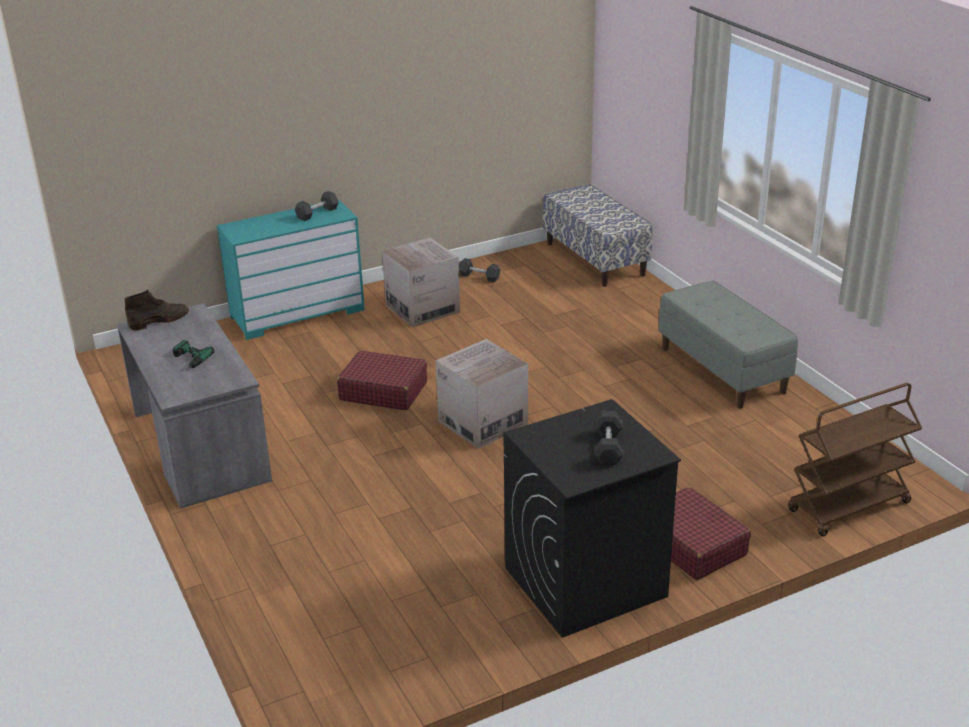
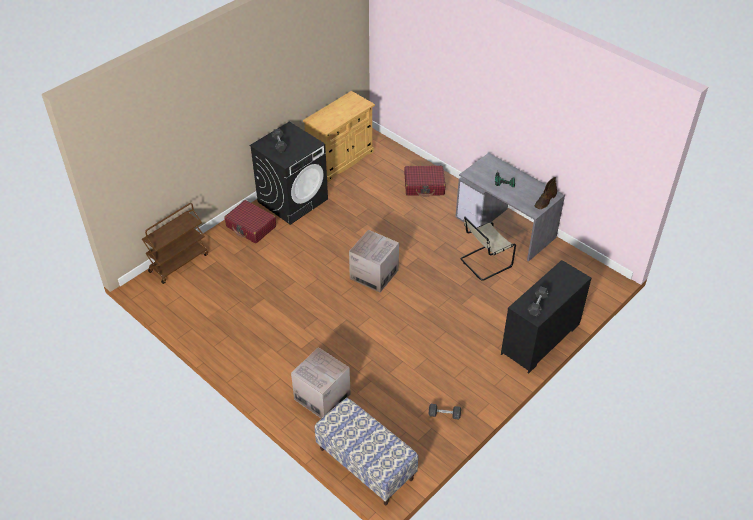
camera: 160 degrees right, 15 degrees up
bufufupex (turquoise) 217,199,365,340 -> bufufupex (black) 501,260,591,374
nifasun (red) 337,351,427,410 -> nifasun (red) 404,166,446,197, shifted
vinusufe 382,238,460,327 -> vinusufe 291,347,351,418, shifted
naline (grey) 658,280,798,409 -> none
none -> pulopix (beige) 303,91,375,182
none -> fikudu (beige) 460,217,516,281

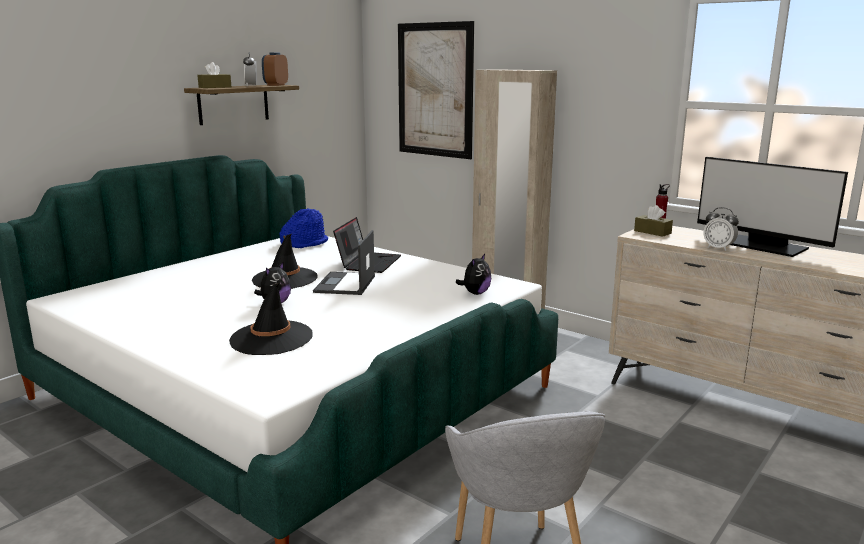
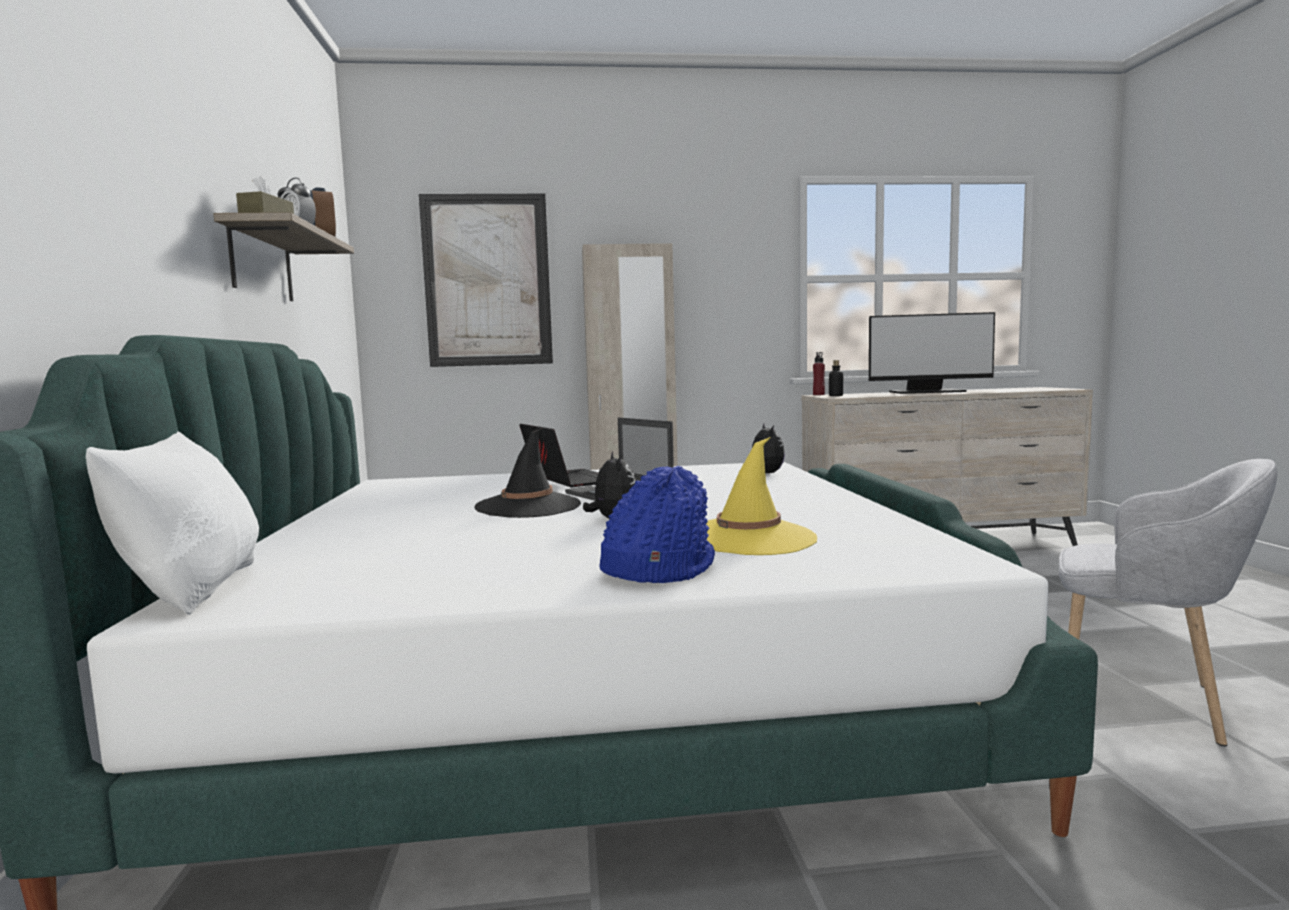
camera: 45 degrees left, 10 degrees down
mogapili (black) 229,283,313,355 -> mogapili (yellow) 706,437,817,555
mogapili (blue) 279,208,328,248 -> mogapili (blue) 599,466,715,583, shifted
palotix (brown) 634,205,673,237 -> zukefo 829,360,843,396
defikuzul 703,207,739,251 -> none
none -> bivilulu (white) 86,431,259,615

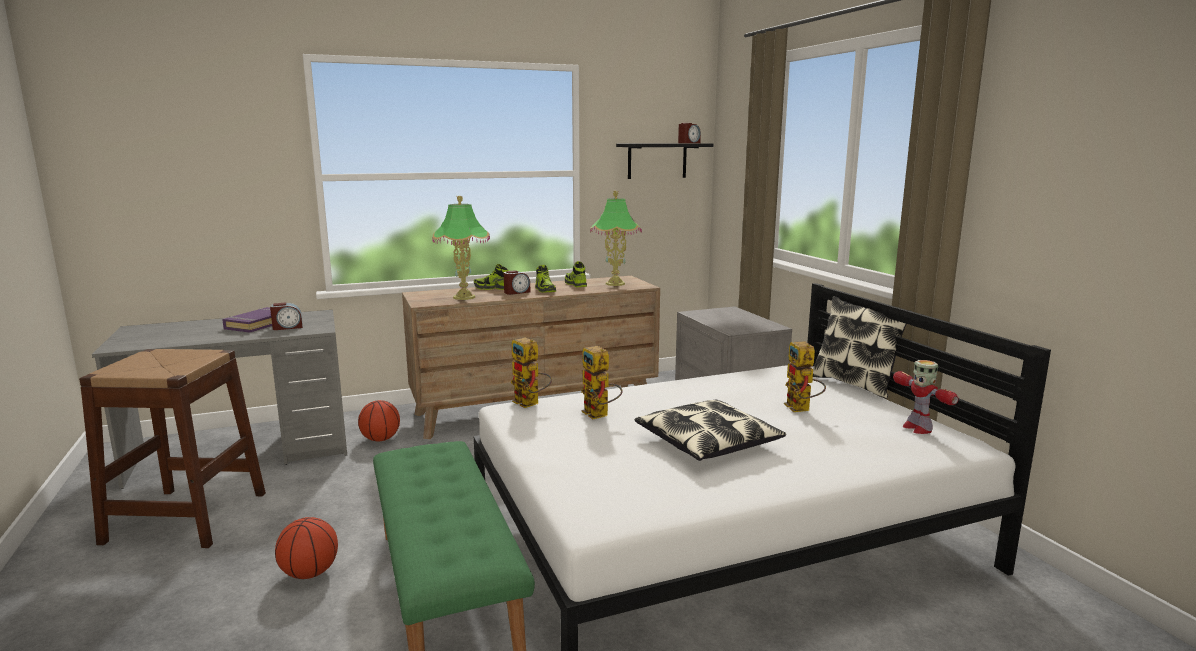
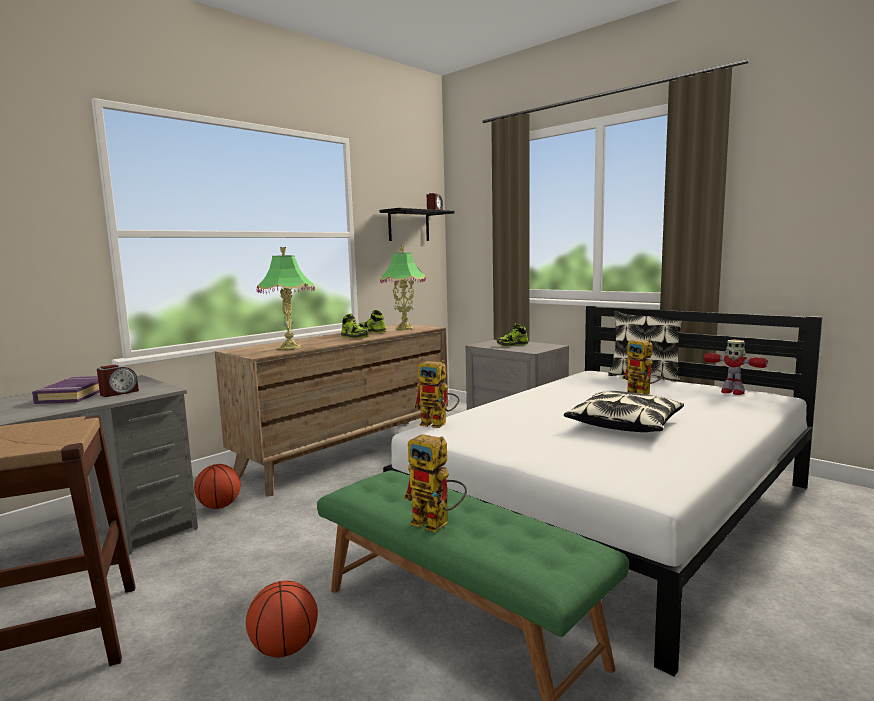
camera: 25 degrees left, 5 degrees down
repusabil 474,264,509,290 -> repusabil 496,323,528,346, shifted
defikuzul 504,270,530,295 -> none
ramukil 581,346,623,419 -> ramukil 403,434,467,532, shifted

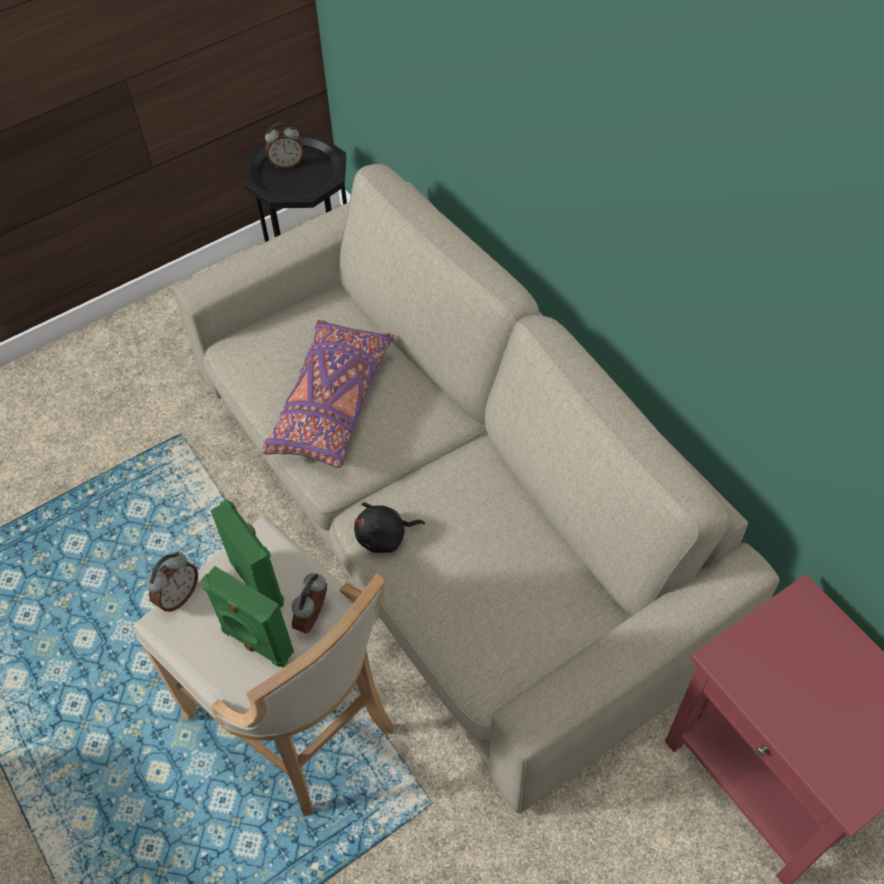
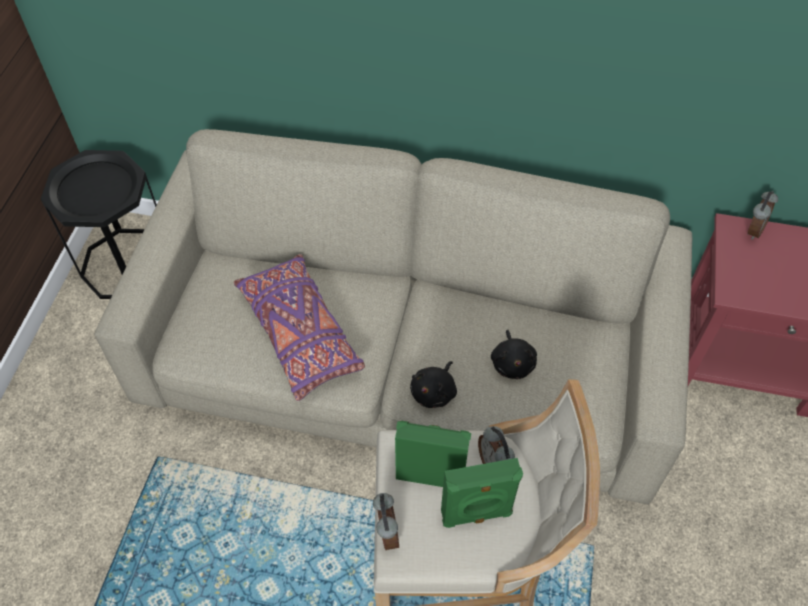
camera: 45 degrees left, 0 degrees up
defikuzul 265,123,304,169 -> defikuzul 747,191,778,240, shifted
none -> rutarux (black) 491,330,537,379

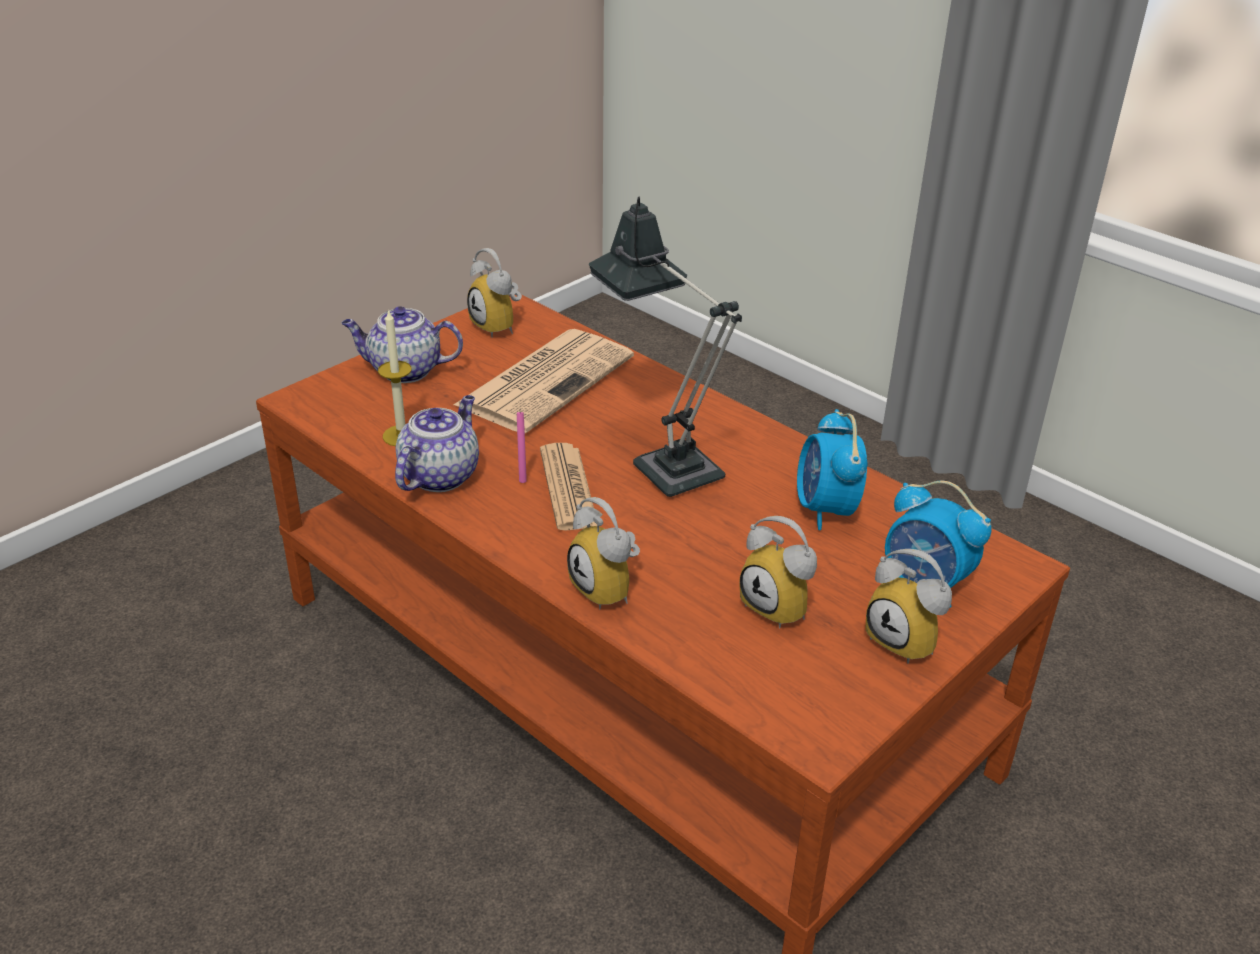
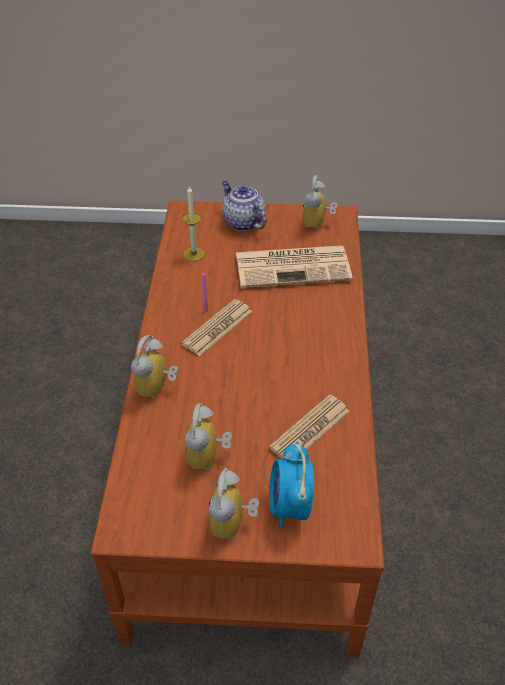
camera: 50 degrees right, 10 degrees up
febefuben 395,395,479,492 -> none
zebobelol 589,196,742,497 -> none
defikuzul 797,409,868,530 -> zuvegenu 269,394,349,459

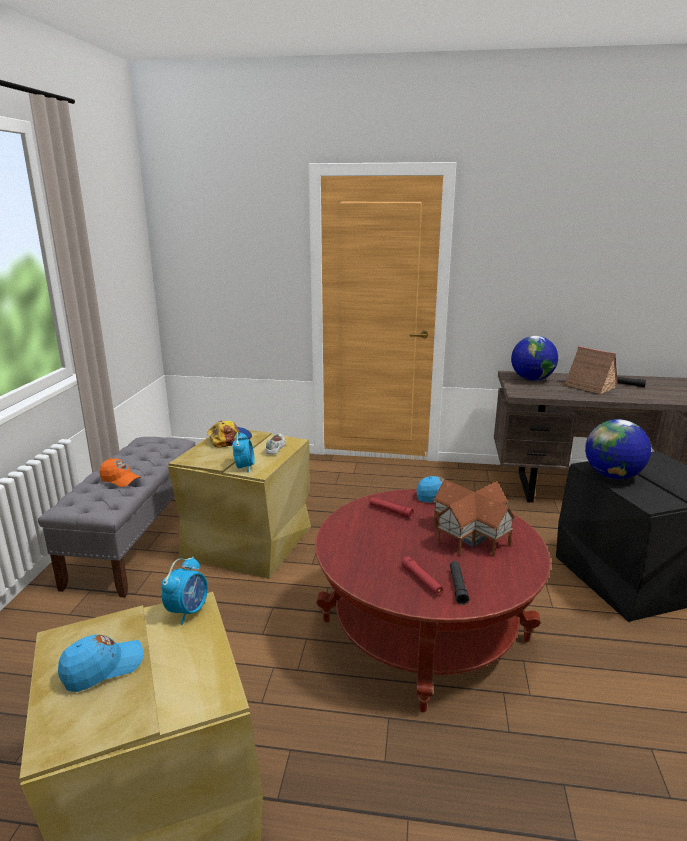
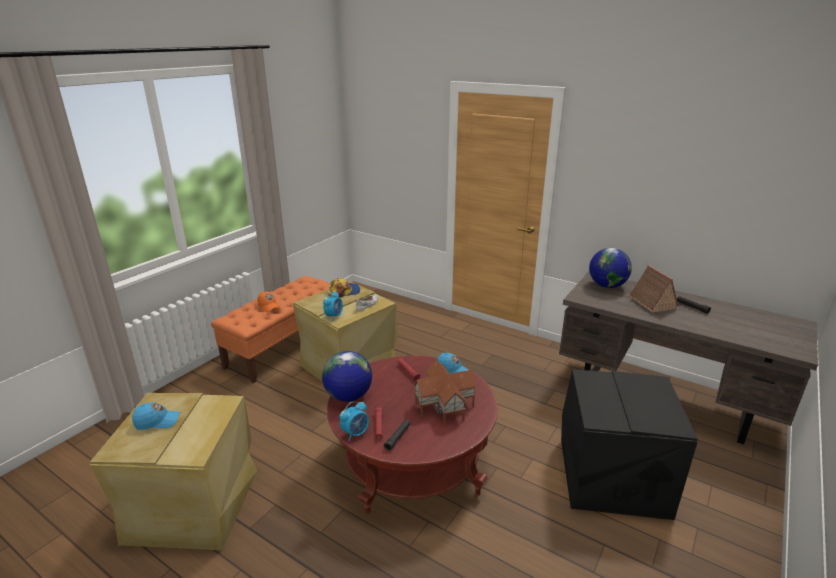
camera: 25 degrees right, 5 degrees up
naline (grey) 38,437,195,598 -> naline (orange) 211,276,329,383
defikuzul 161,557,208,625 -> defikuzul 339,402,369,441, shifted
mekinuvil 585,419,651,479 -> mekinuvil 322,351,372,402, shifted

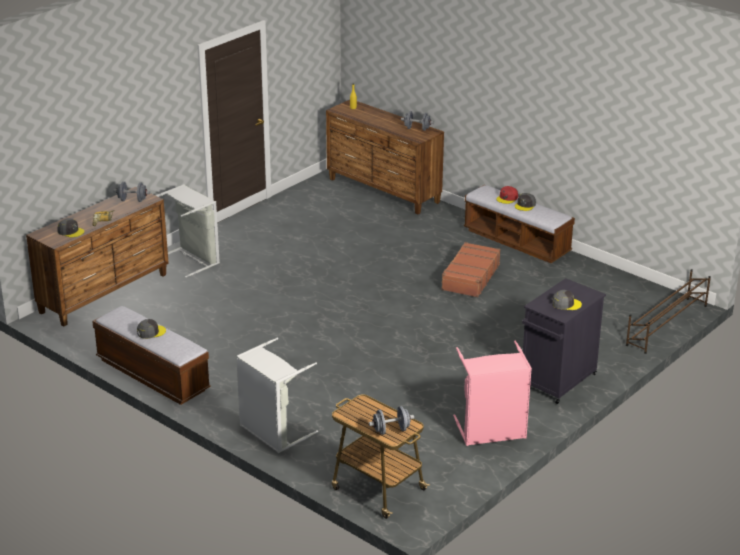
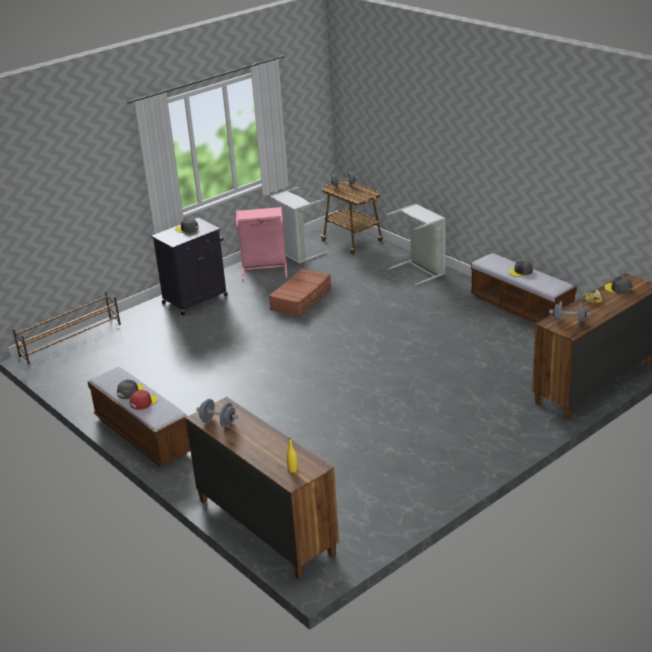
camera: 170 degrees left, 0 degrees up
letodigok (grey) 156,184,220,278 -> letodigok (grey) 270,186,328,264, shifted
nifasun (brown) 441,242,501,297 -> nifasun (brown) 269,268,332,317, shifted

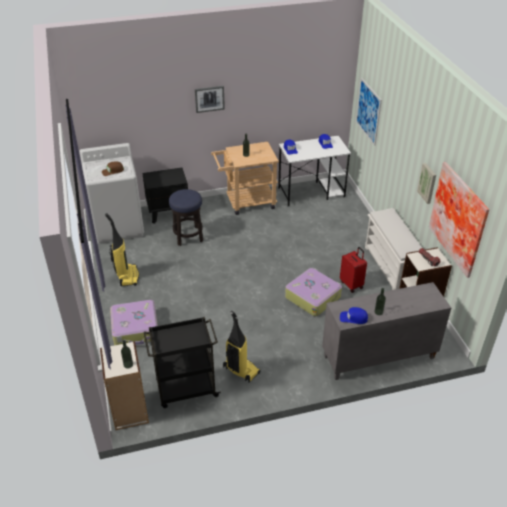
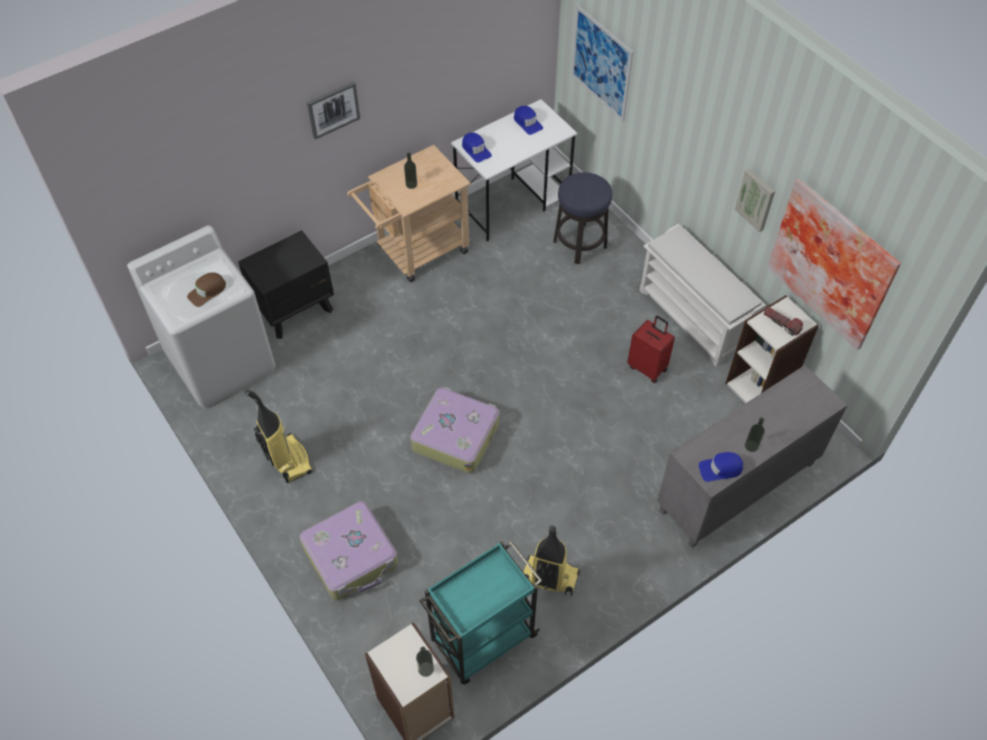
camera: 20 degrees left, 15 degrees up
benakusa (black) 144,317,221,408 -> benakusa (turquoise) 419,541,543,684
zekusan 169,189,203,246 -> zekusan 553,172,612,264, shifted
nifasun 285,268,342,316 -> nifasun 410,387,500,473, shifted

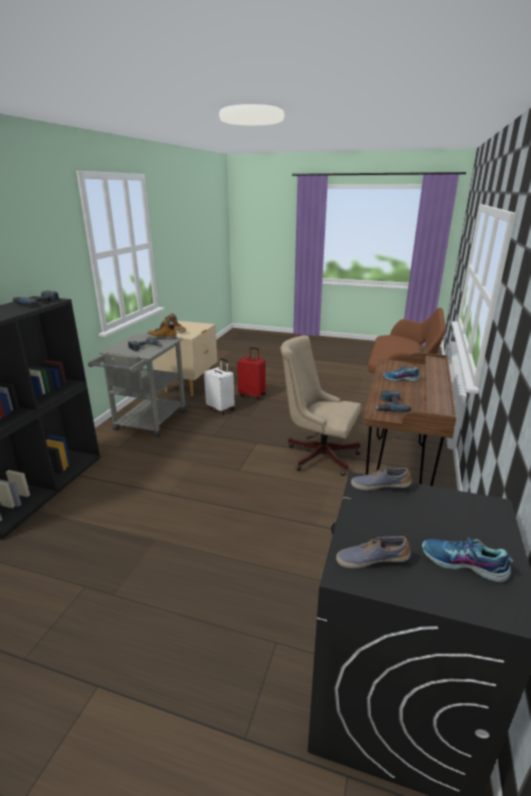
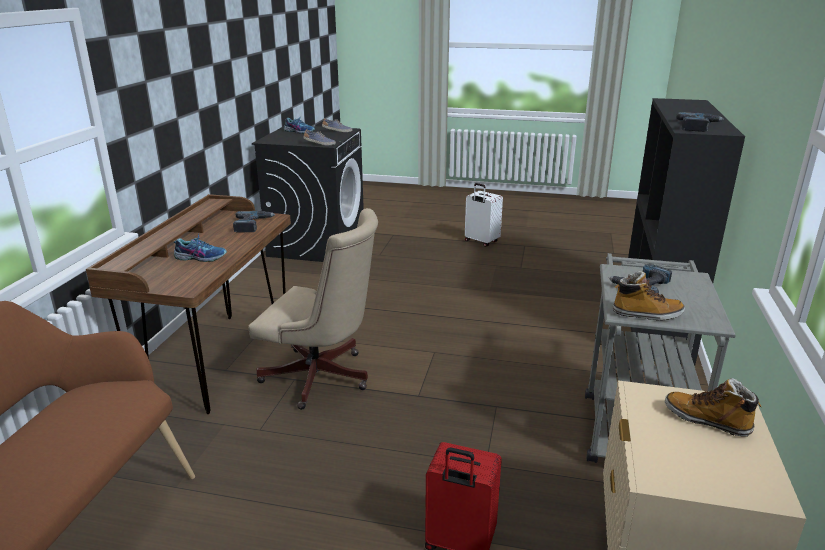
camera: 175 degrees right, 0 degrees up
nifasun (white) 204,358,235,415 -> nifasun (white) 465,183,503,247, shifted

